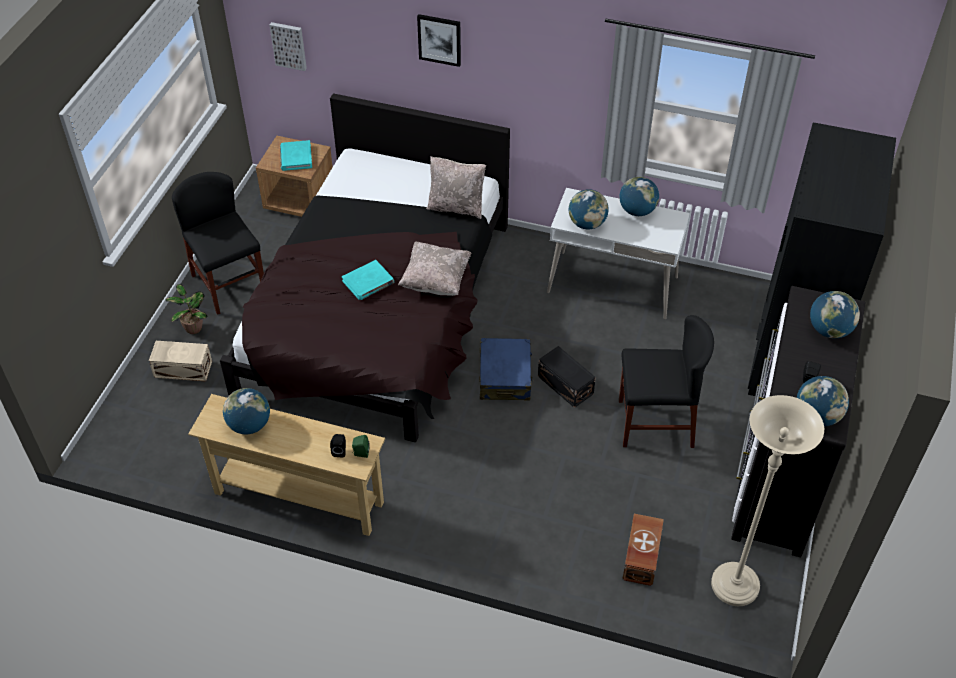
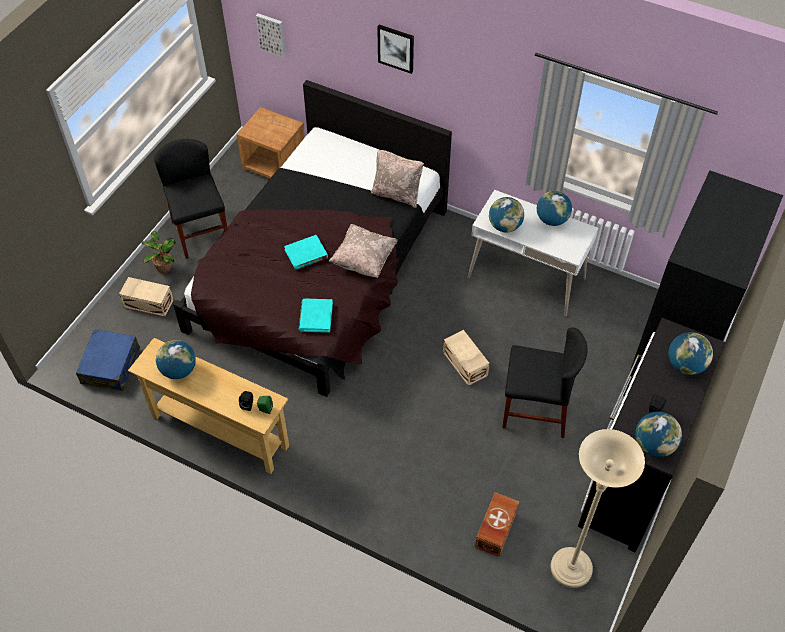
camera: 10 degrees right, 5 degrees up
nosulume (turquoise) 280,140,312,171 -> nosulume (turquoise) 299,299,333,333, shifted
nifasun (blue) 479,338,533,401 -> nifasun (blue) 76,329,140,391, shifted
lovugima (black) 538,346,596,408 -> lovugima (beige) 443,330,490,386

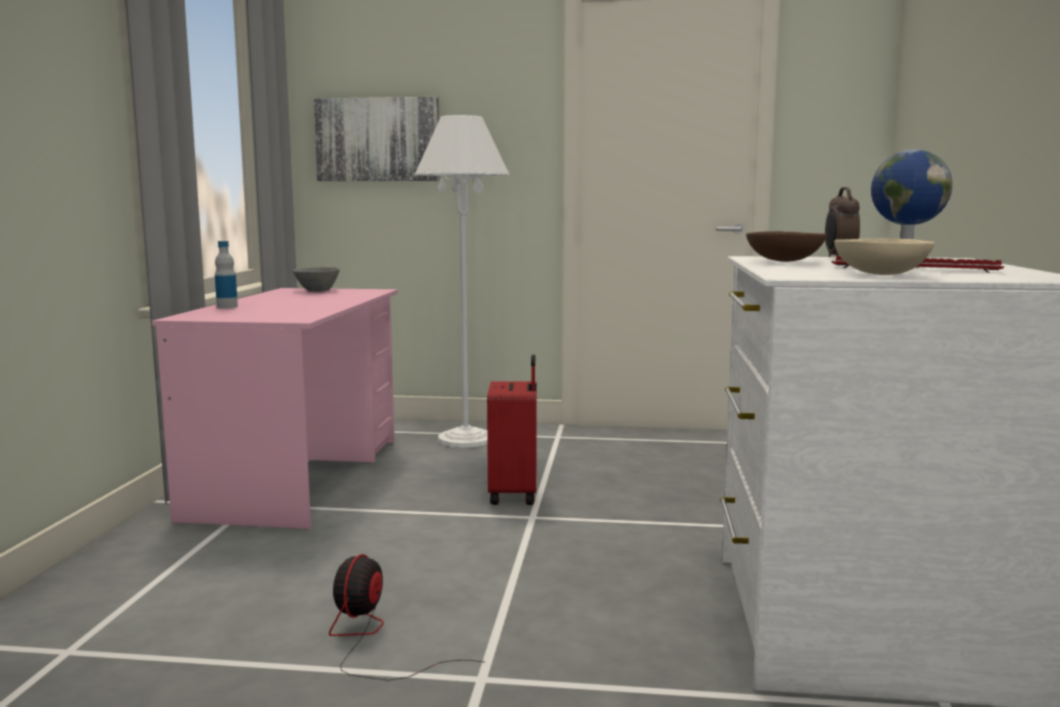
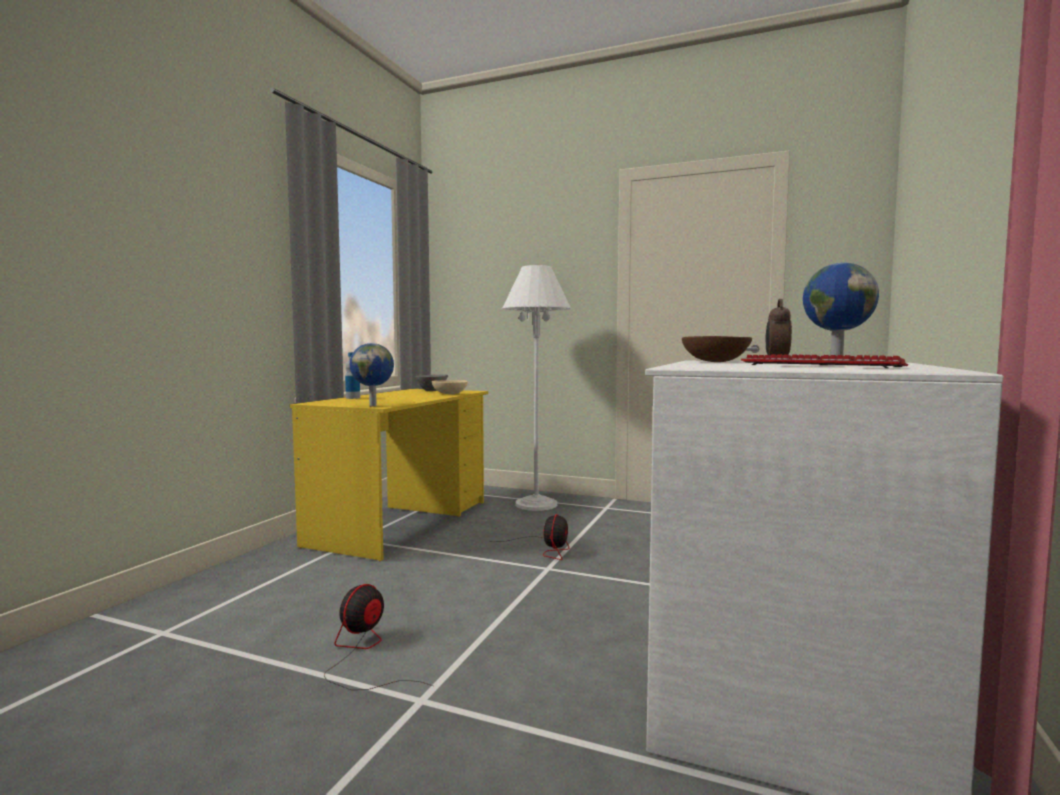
camera: 15 degrees right, 5 degrees down
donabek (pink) 152,288,398,530 -> donabek (yellow) 290,389,488,561
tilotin 313,97,440,181 -> none
nifasun (red) 487,355,537,505 -> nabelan 492,514,569,560
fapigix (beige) 834,238,935,275 -> fapigix (beige) 432,380,468,394, shifted
none -> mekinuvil 350,343,394,407

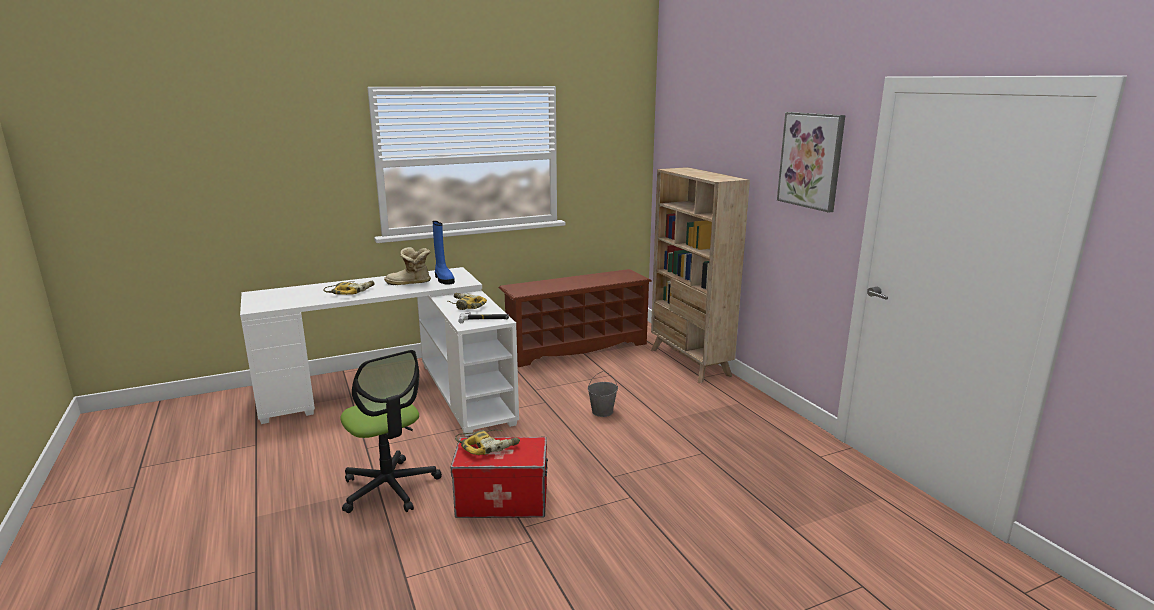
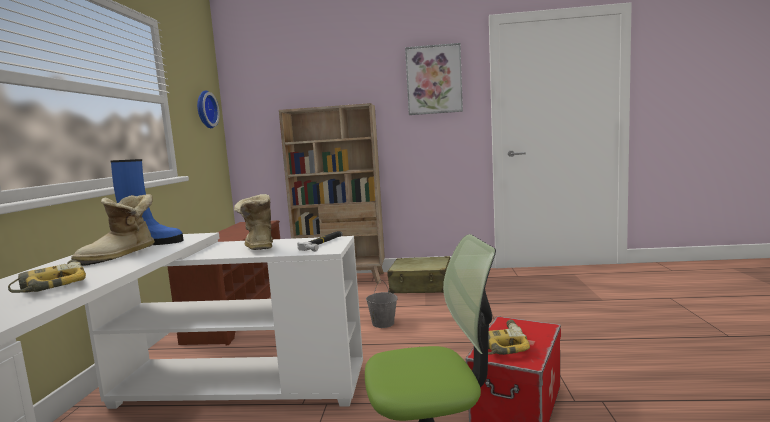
camera: 60 degrees left, 10 degrees down
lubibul 447,293,487,310 -> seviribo 234,194,273,250
none -> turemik 197,90,220,128
none -> nifasun (beige) 387,256,450,293

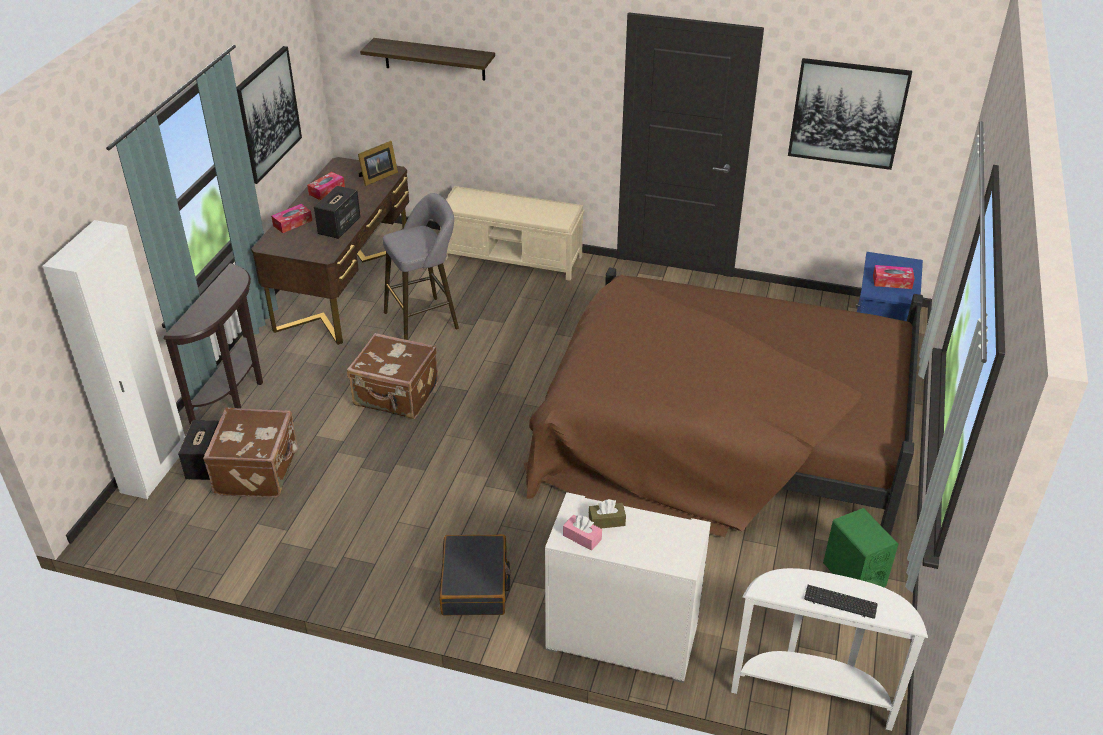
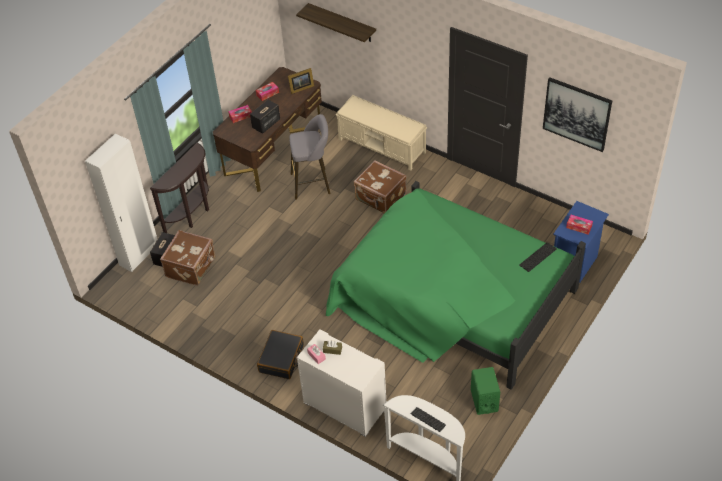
camera: 20 degrees right, 10 degrees up
tilotin 236,46,302,184 -> none
nifasun (brown) 347,333,438,419 -> nifasun (brown) 354,160,407,214, shifted
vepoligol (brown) 524,267,923,537 -> vepoligol (green) 326,181,586,390
none -> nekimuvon 519,242,557,272

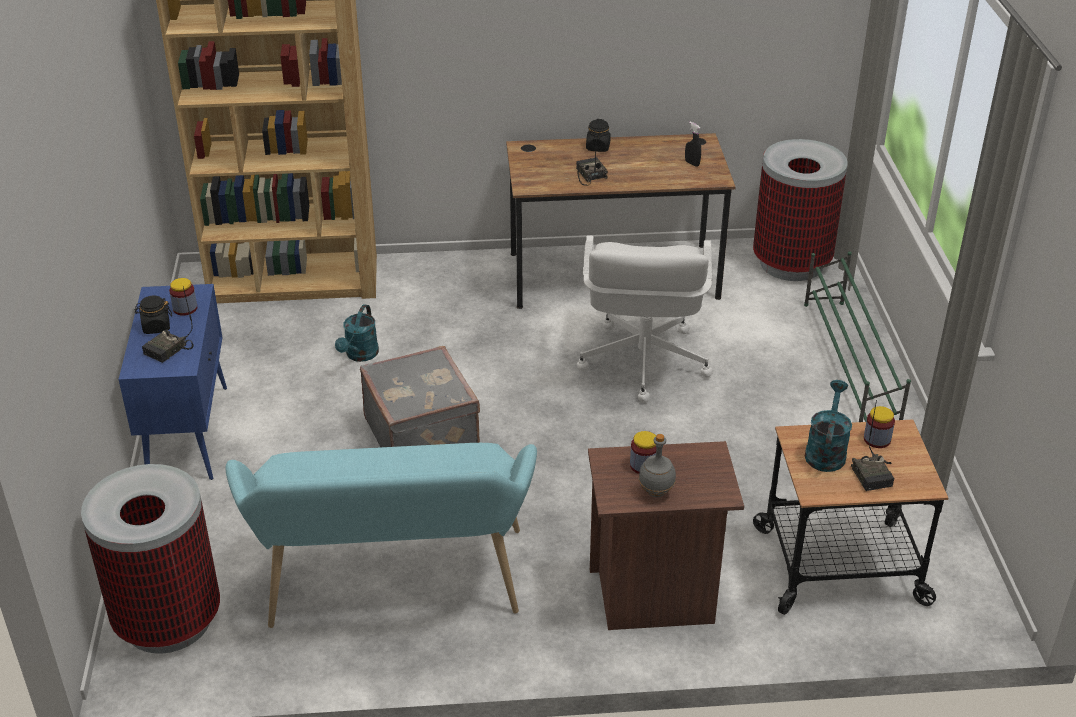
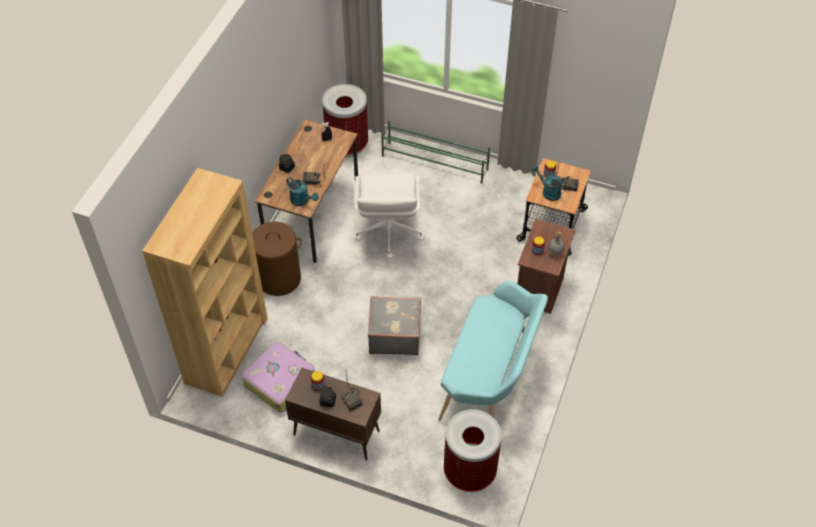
camera: 65 degrees left, 15 degrees up
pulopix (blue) 118,284,227,480 -> pulopix (brown) 285,367,381,460
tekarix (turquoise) 335,304,379,362 -> tekarix (turquoise) 287,177,319,206, shifted
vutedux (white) 577,235,713,403 -> vutedux (white) 355,172,424,259, 60 degrees clockwise
none -> nifasun 241,342,315,412
none -> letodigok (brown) 252,221,302,296

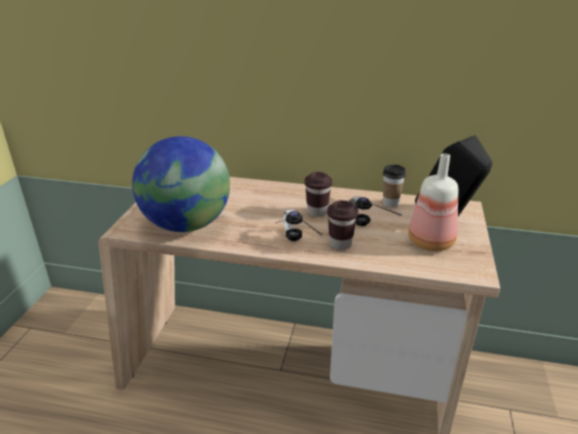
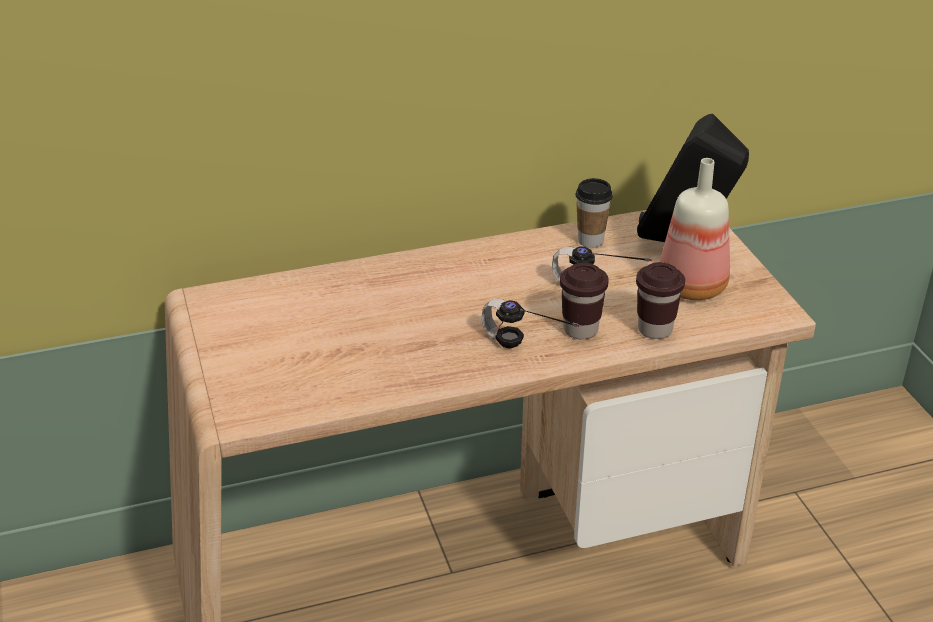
camera: 30 degrees left, 5 degrees up
mekinuvil 132,136,230,232 -> none
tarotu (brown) 304,172,332,217 -> tarotu (brown) 636,262,685,339, shifted

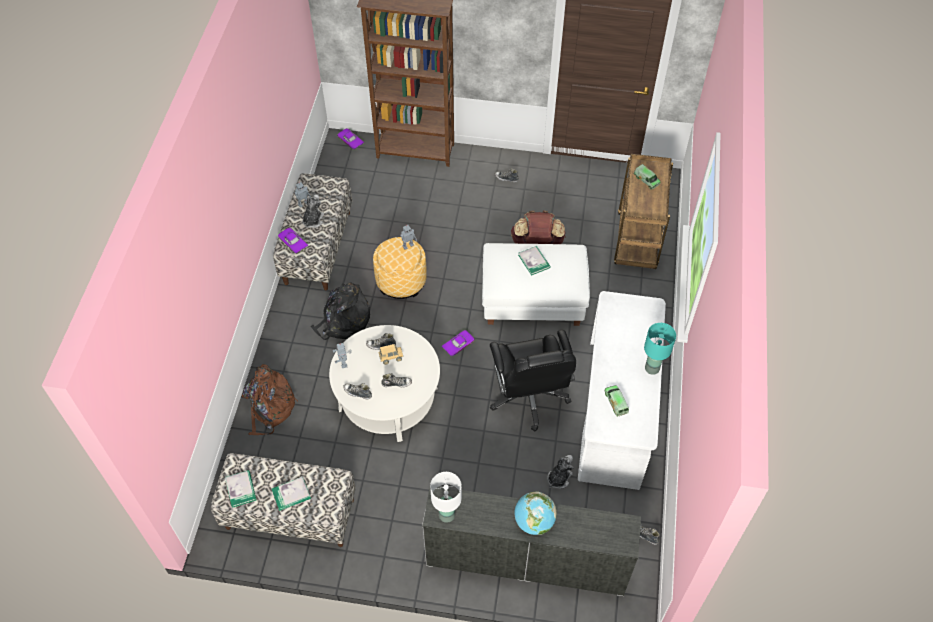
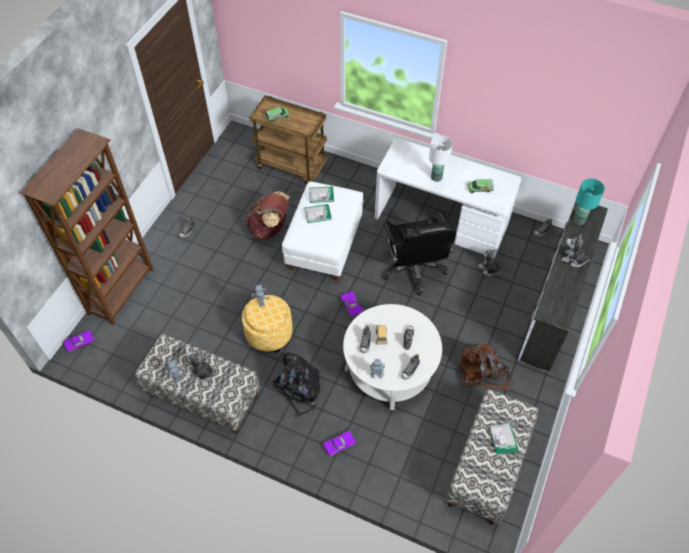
camera: 75 degrees left, 0 degrees up
nosulume 225,470,257,508 -> nosulume 309,186,334,203, shifted
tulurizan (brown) 242,364,298,435 -> tulurizan (brown) 460,344,511,392, shifted
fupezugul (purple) 278,228,308,254 -> fupezugul (purple) 323,430,356,457, shifted
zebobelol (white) 430,472,462,523 -> zebobelol (white) 429,136,453,182, shifted
vutedux (black) 490,330,576,431 -> vutedux (black) 383,212,456,296, 75 degrees clockwise
mekinuvil 514,491,557,535 -> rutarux 562,235,594,267
zebobelol (turquoise) 644,323,676,375 -> zebobelol (turquoise) 573,178,605,225, shifted

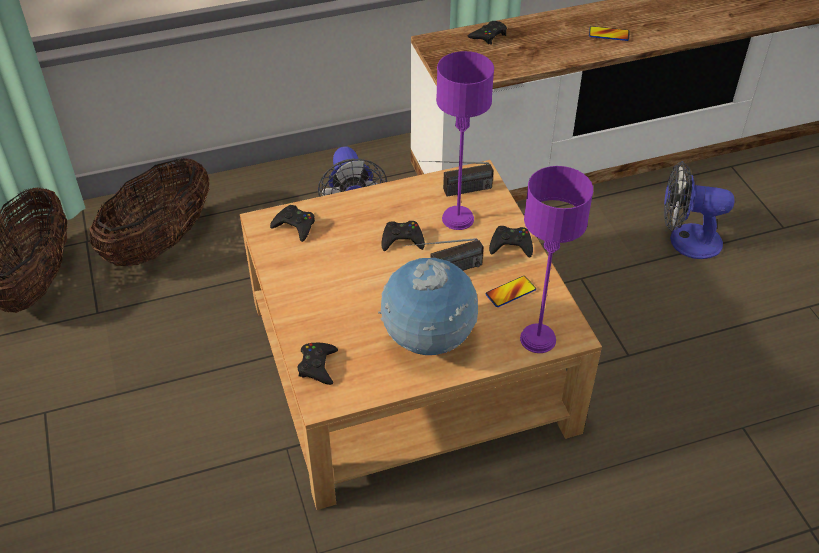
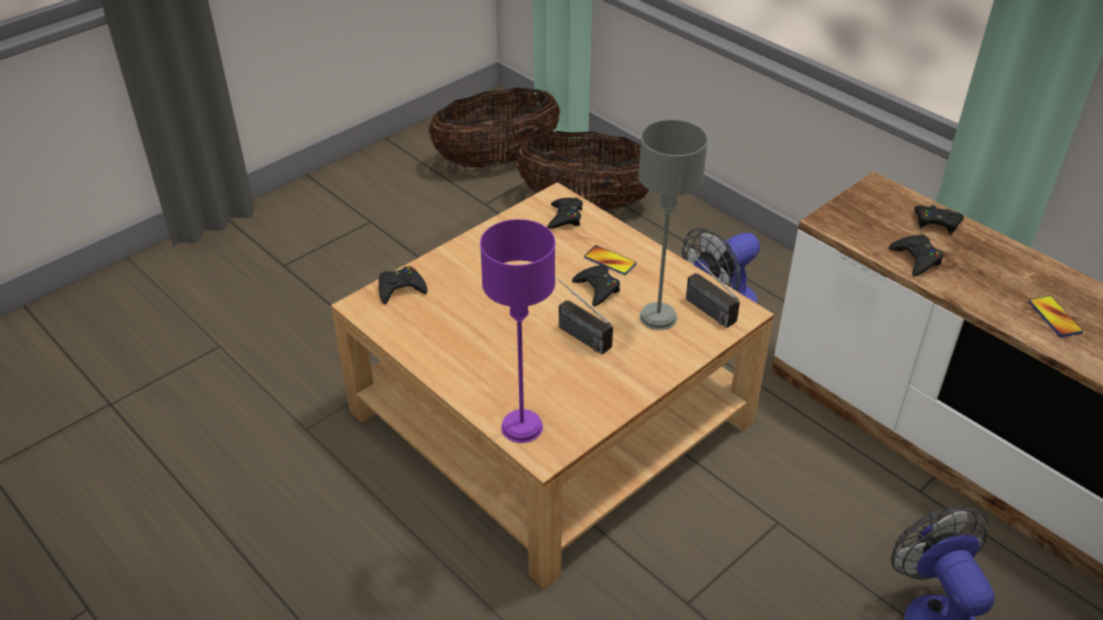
camera: 65 degrees right, 5 degrees down
mekinuvil 378,258,478,355 -> none
zebobelol (purple) 436,51,494,230 -> zebobelol (grey) 638,120,708,330
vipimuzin 485,276,536,307 -> vipimuzin 584,245,637,275, shifted
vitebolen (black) 489,226,533,258 -> vitebolen (black) 889,234,943,276, shifted

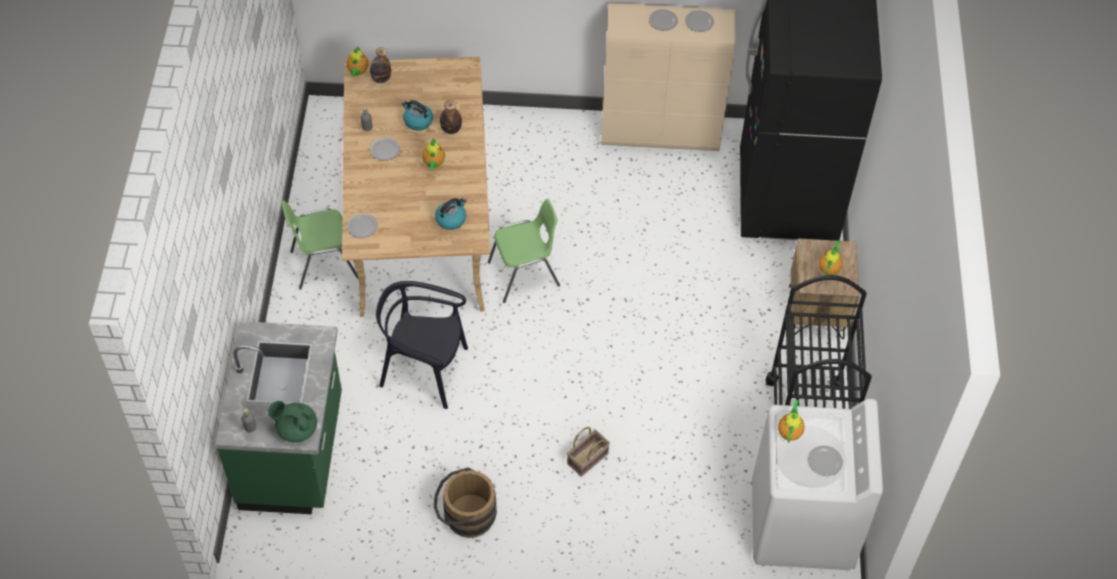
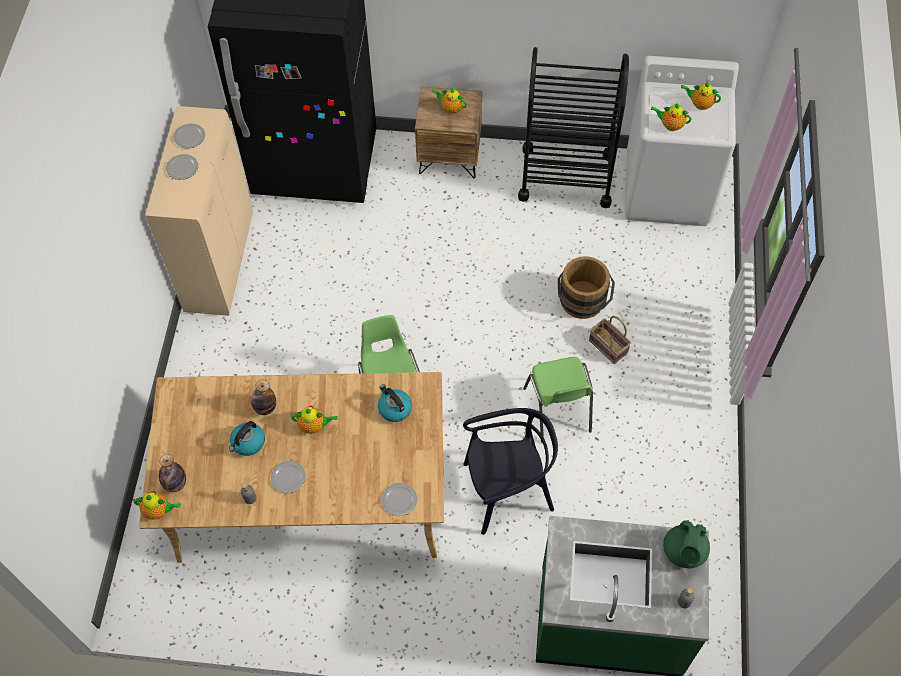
camera: 85 degrees left, 5 degrees up
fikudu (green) 281,200,358,290 -> fikudu (green) 523,357,593,443, shifted
fikudu (black) 376,281,468,409 -> fikudu (black) 463,408,558,535, 120 degrees counterclockwise
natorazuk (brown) 434,467,497,538 -> natorazuk (brown) 557,256,615,319, shifted
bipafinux 808,445,843,476 -> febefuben 681,82,721,110

